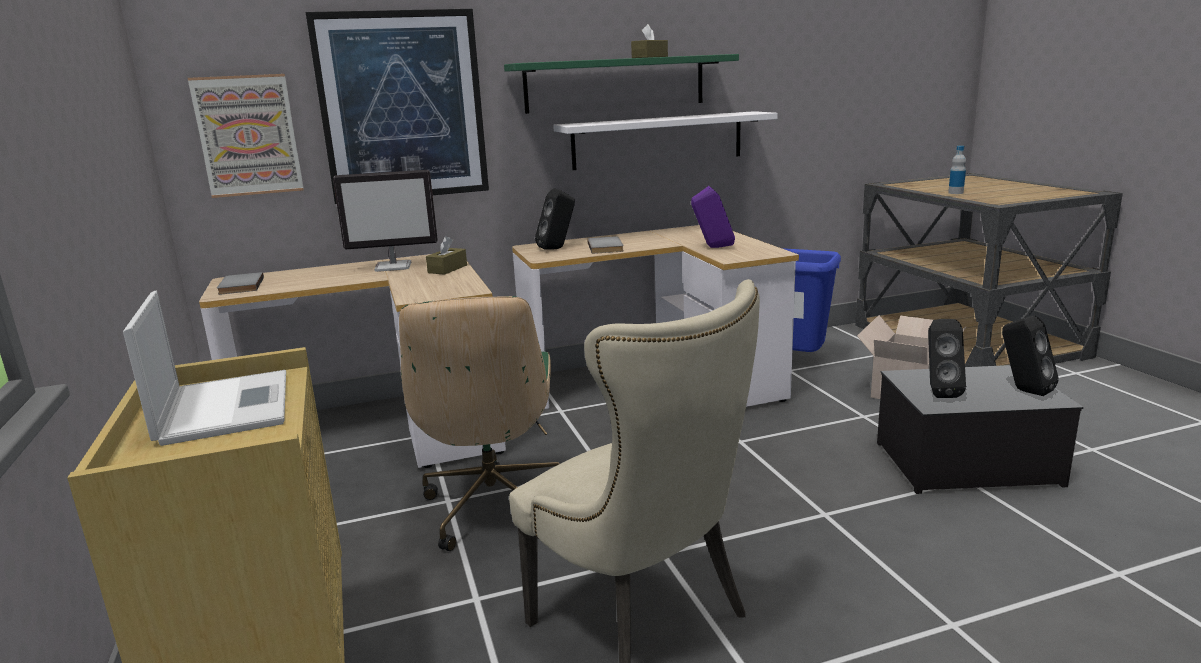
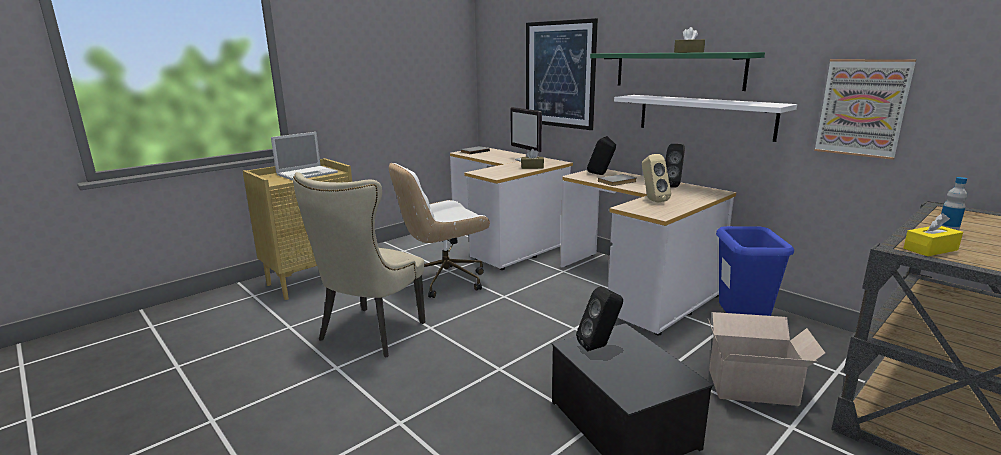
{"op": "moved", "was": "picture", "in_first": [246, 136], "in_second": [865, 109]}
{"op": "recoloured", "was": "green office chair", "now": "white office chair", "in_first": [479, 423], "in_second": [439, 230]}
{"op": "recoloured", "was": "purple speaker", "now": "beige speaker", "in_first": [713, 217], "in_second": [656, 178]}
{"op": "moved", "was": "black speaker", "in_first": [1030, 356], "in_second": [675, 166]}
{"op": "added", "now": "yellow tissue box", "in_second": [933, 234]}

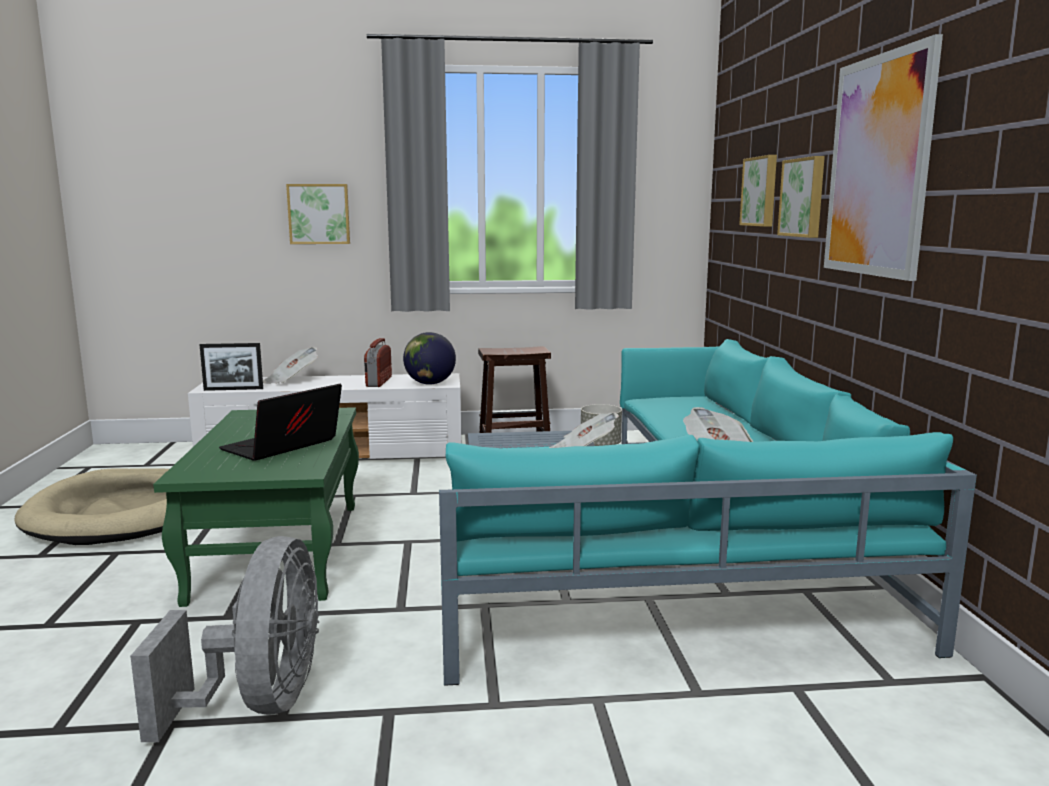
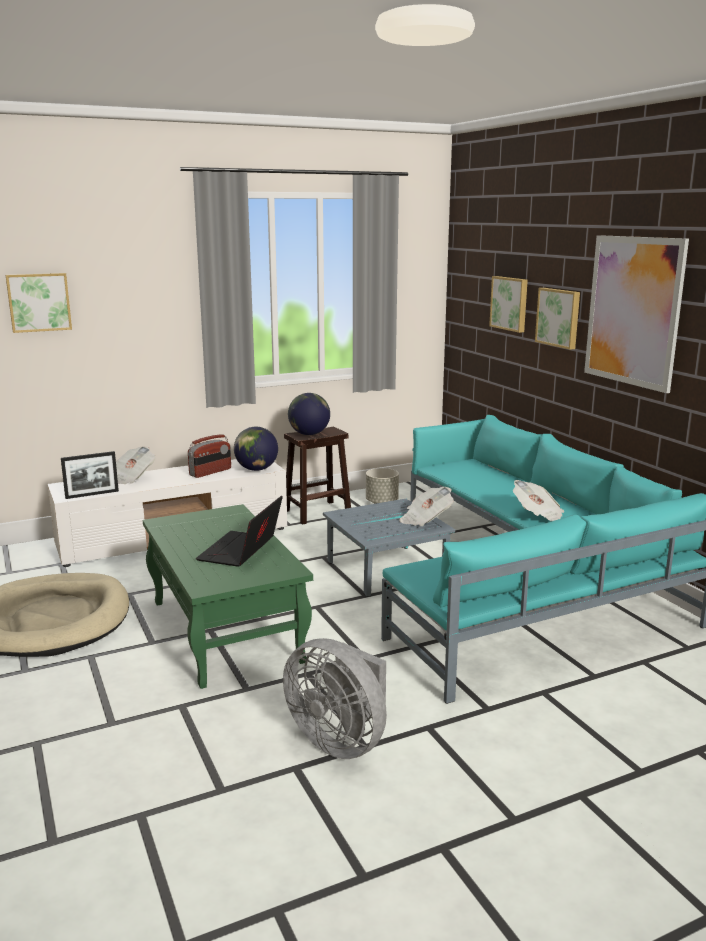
{"op": "turned", "was": "grey fan", "in_first": [224, 639], "in_second": [335, 698], "clockwise": 150}
{"op": "moved", "was": "picture", "in_first": [318, 214], "in_second": [39, 303]}
{"op": "turned", "was": "radio", "in_first": [378, 362], "in_second": [209, 456], "clockwise": -120}
{"op": "added", "now": "globe", "in_second": [309, 414]}

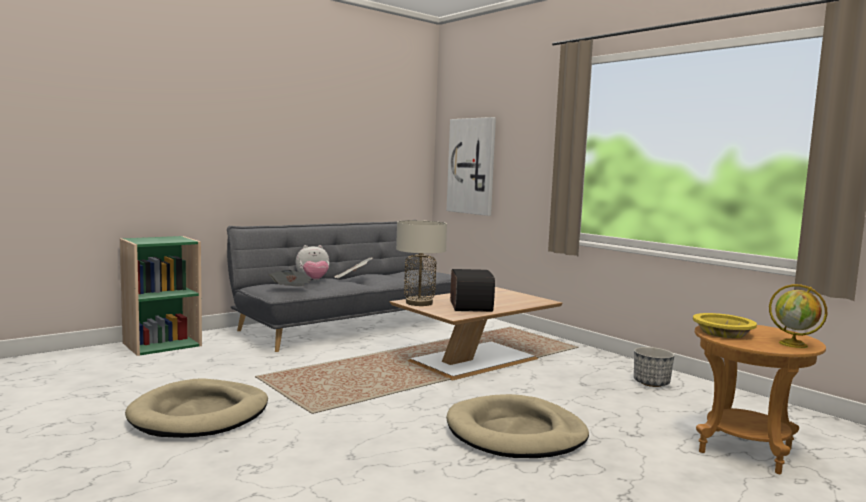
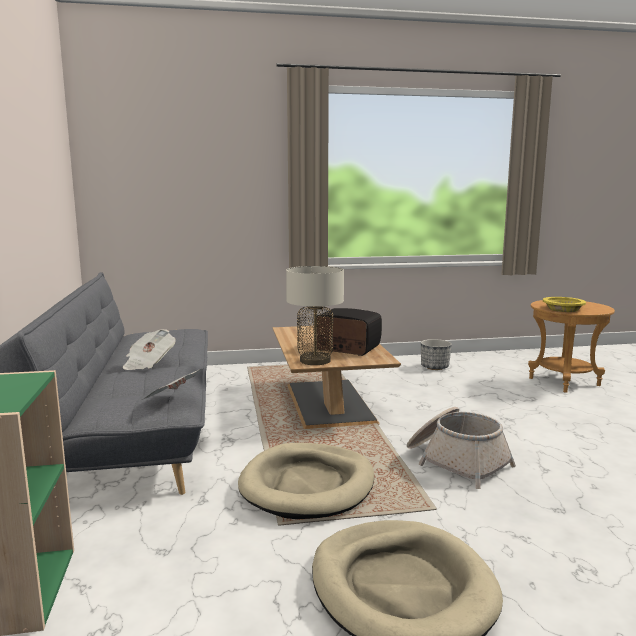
{"op": "removed", "was": "plush toy", "in_first": [312, 263]}
{"op": "moved", "was": "beige dog bed", "in_first": [517, 426], "in_second": [306, 481]}
{"op": "removed", "was": "picture", "in_first": [471, 166]}
{"op": "removed", "was": "globe", "in_first": [798, 316]}
{"op": "added", "now": "basket", "in_second": [461, 448]}

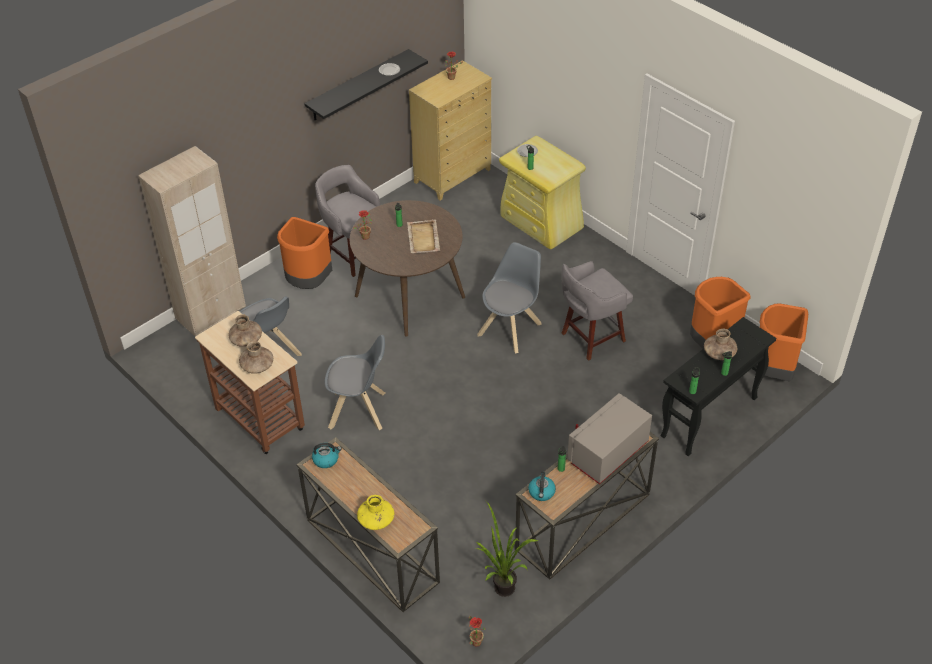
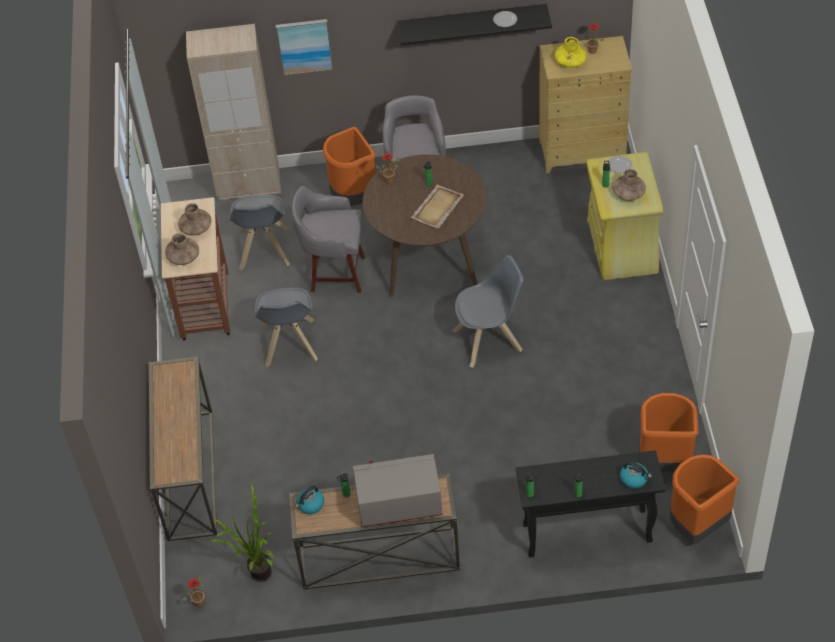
{"op": "moved", "was": "kettle", "in_first": [327, 455], "in_second": [636, 475]}
{"op": "turned", "was": "grey chair", "in_first": [355, 382], "in_second": [286, 327], "clockwise": 45}
{"op": "moved", "was": "yellow vase", "in_first": [375, 512], "in_second": [571, 52]}
{"op": "moved", "was": "grey stool", "in_first": [597, 311], "in_second": [328, 239]}
{"op": "moved", "was": "brown vase", "in_first": [720, 344], "in_second": [629, 185]}
{"op": "added", "now": "picture", "in_second": [304, 47]}

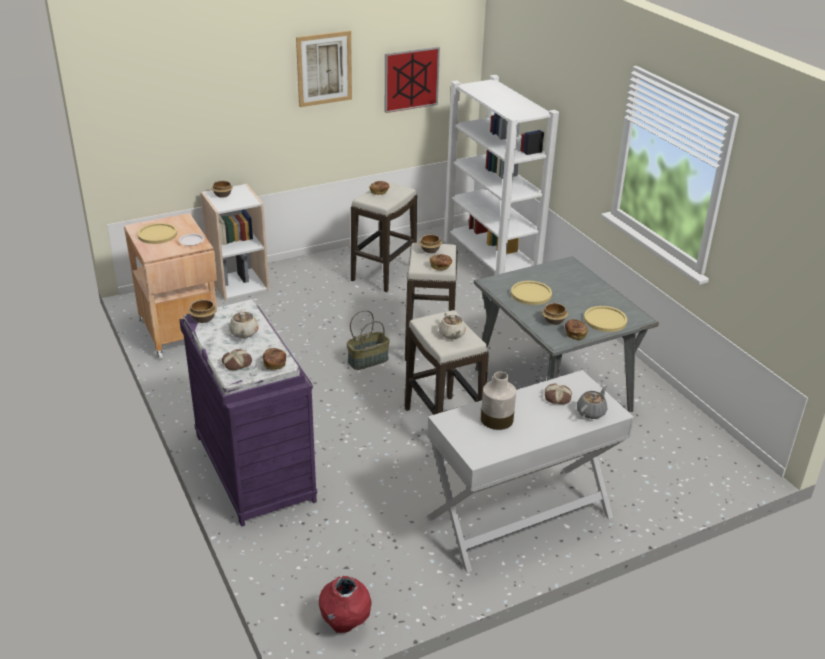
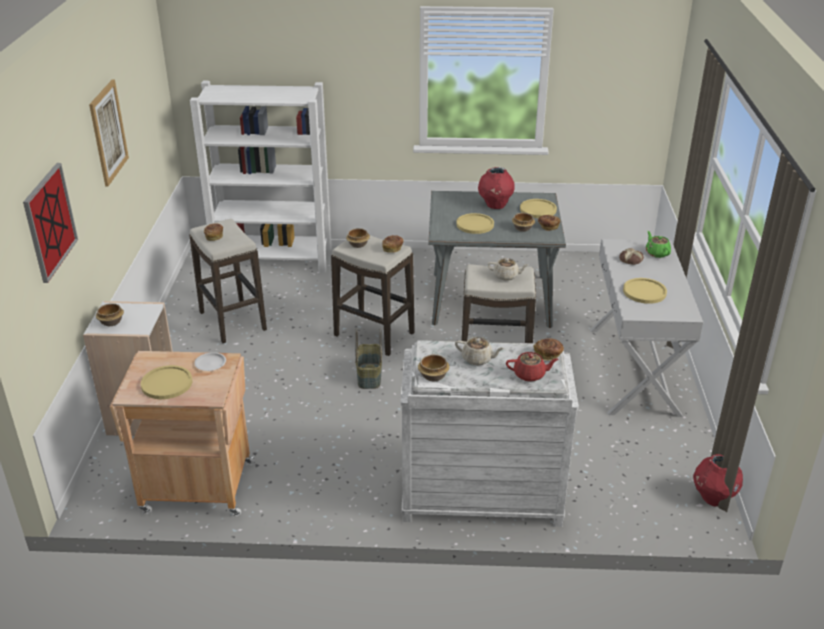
{"op": "recoloured", "was": "purple dresser", "now": "white dresser", "in_first": [248, 413], "in_second": [489, 433]}
{"op": "replaced", "was": "bread", "now": "red teapot", "in_first": [237, 359], "in_second": [532, 367]}
{"op": "moved", "was": "picture", "in_first": [412, 80], "in_second": [50, 223]}
{"op": "replaced", "was": "beige vase", "now": "yellow plate", "in_first": [498, 401], "in_second": [645, 291]}
{"op": "recoloured", "was": "grey teapot", "now": "green teapot", "in_first": [592, 402], "in_second": [658, 244]}
{"op": "added", "now": "red vase", "in_second": [496, 188]}

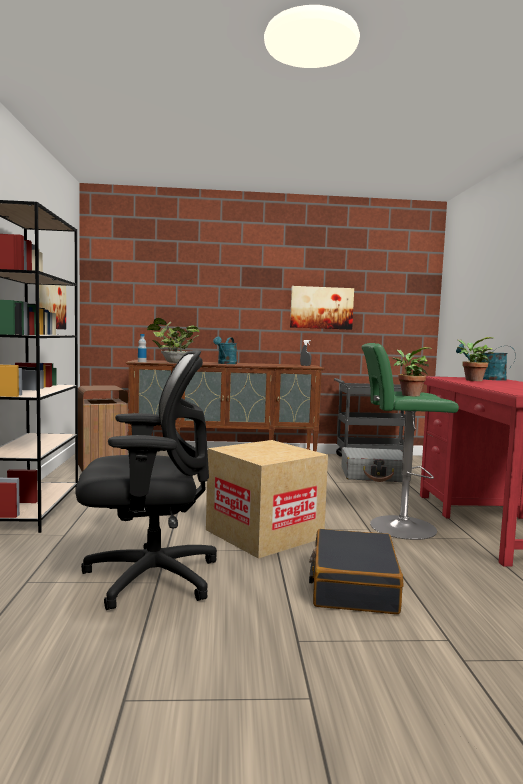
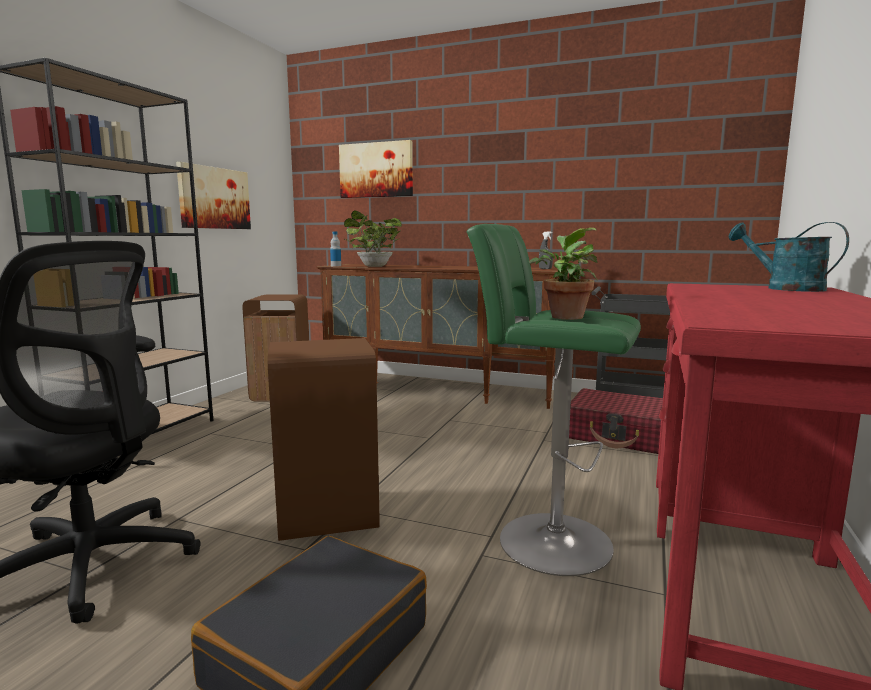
{"op": "replaced", "was": "cardboard box", "now": "brown trash can", "in_first": [267, 499], "in_second": [323, 439]}
{"op": "removed", "was": "turquoise watering can", "in_first": [225, 350]}
{"op": "moved", "was": "picture", "in_first": [322, 308], "in_second": [376, 169]}
{"op": "recoloured", "was": "grey suitcase", "now": "red suitcase", "in_first": [376, 464], "in_second": [616, 421]}
{"op": "removed", "was": "potted plant", "in_first": [475, 359]}

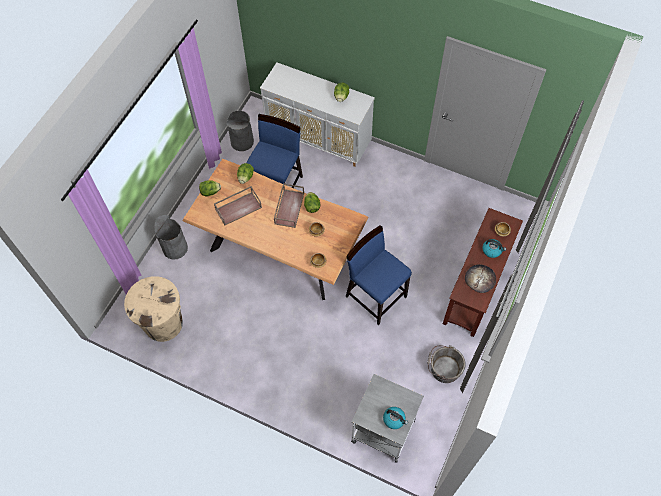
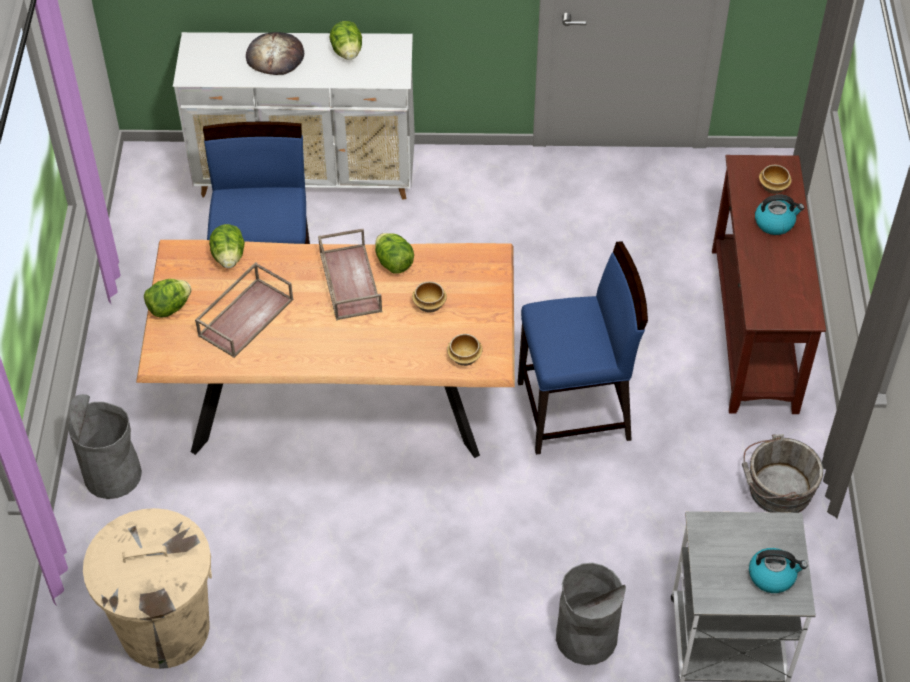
{"op": "moved", "was": "grey trash can", "in_first": [240, 130], "in_second": [591, 613]}
{"op": "turned", "was": "blue chair", "in_first": [379, 275], "in_second": [583, 348], "clockwise": 150}
{"op": "moved", "was": "bread", "in_first": [480, 278], "in_second": [275, 53]}

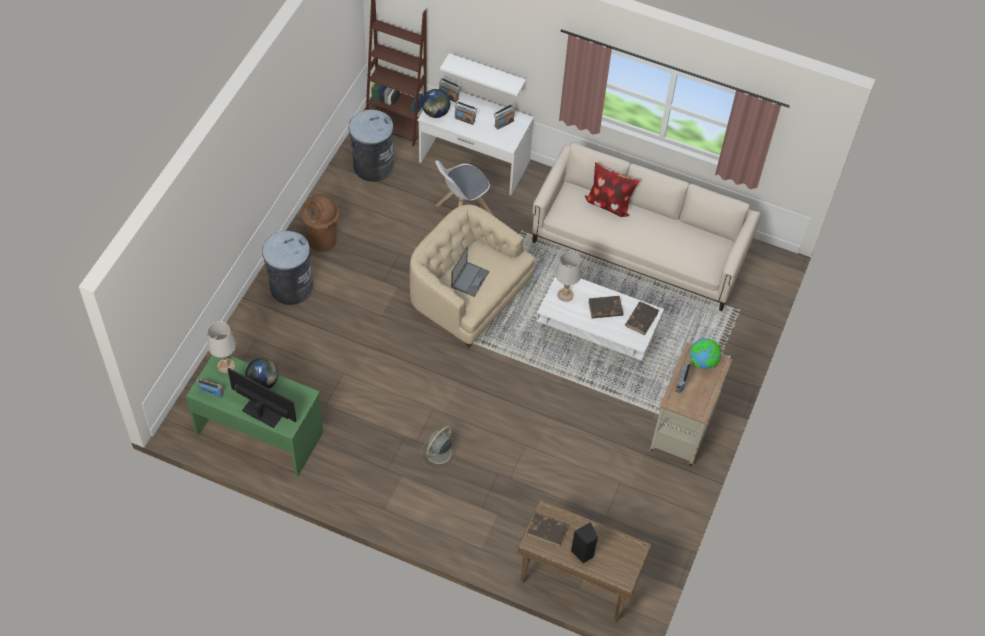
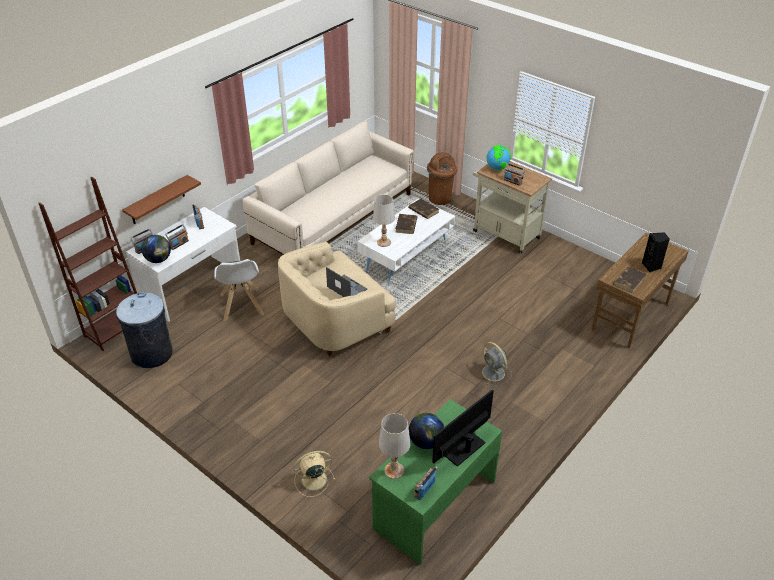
{"op": "removed", "was": "grey trash can", "in_first": [288, 268]}
{"op": "moved", "was": "brown trash can", "in_first": [320, 223], "in_second": [442, 178]}
{"op": "recoloured", "was": "white shelf", "now": "brown shelf", "in_first": [483, 74], "in_second": [161, 199]}
{"op": "removed", "was": "pillow", "in_first": [612, 189]}
{"op": "added", "now": "beige fan", "in_second": [314, 474]}

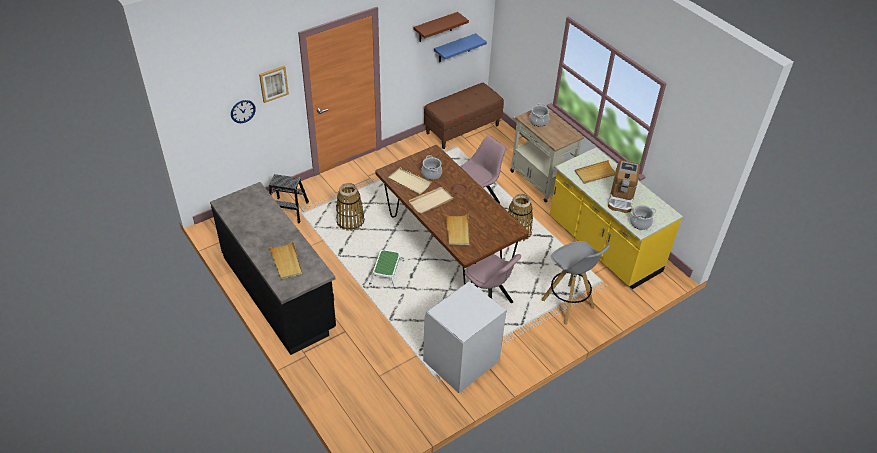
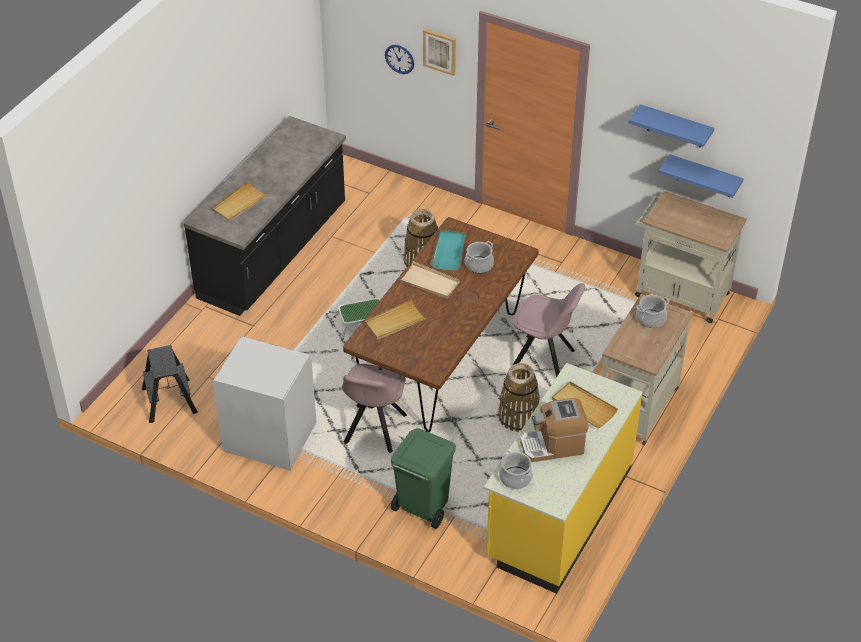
{"op": "moved", "was": "black step ladder", "in_first": [289, 199], "in_second": [170, 384]}
{"op": "recoloured", "was": "beige tray", "now": "turquoise tray", "in_first": [410, 180], "in_second": [448, 250]}
{"op": "recoloured", "was": "brown shelf", "now": "blue shelf", "in_first": [441, 27], "in_second": [671, 126]}
{"op": "replaced", "was": "brown bench", "now": "beige cart", "in_first": [464, 116], "in_second": [691, 257]}
{"op": "replaced", "was": "grey stool", "now": "green trash can", "in_first": [576, 282], "in_second": [423, 478]}

